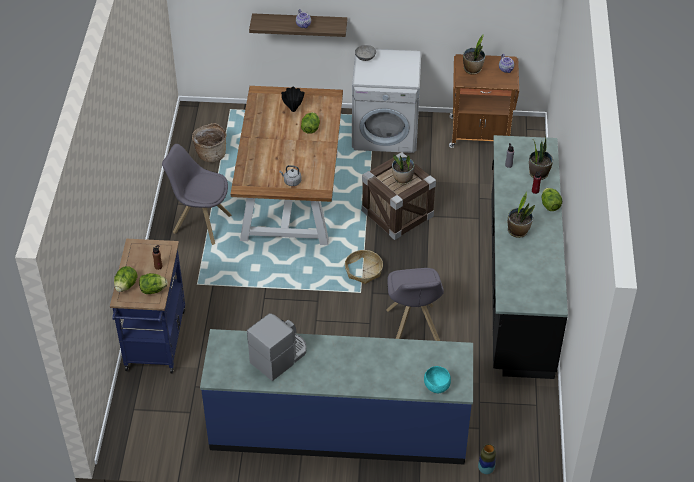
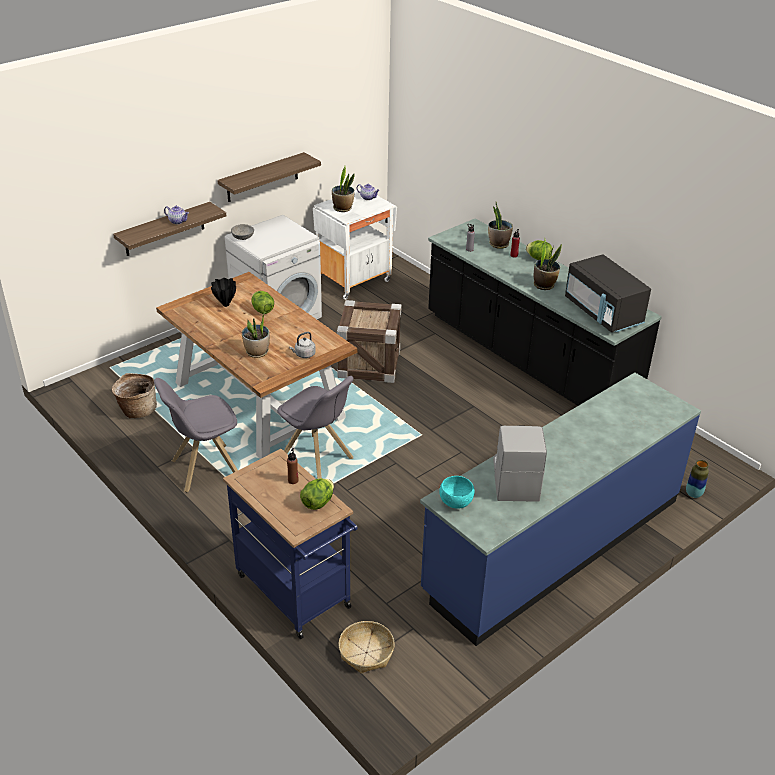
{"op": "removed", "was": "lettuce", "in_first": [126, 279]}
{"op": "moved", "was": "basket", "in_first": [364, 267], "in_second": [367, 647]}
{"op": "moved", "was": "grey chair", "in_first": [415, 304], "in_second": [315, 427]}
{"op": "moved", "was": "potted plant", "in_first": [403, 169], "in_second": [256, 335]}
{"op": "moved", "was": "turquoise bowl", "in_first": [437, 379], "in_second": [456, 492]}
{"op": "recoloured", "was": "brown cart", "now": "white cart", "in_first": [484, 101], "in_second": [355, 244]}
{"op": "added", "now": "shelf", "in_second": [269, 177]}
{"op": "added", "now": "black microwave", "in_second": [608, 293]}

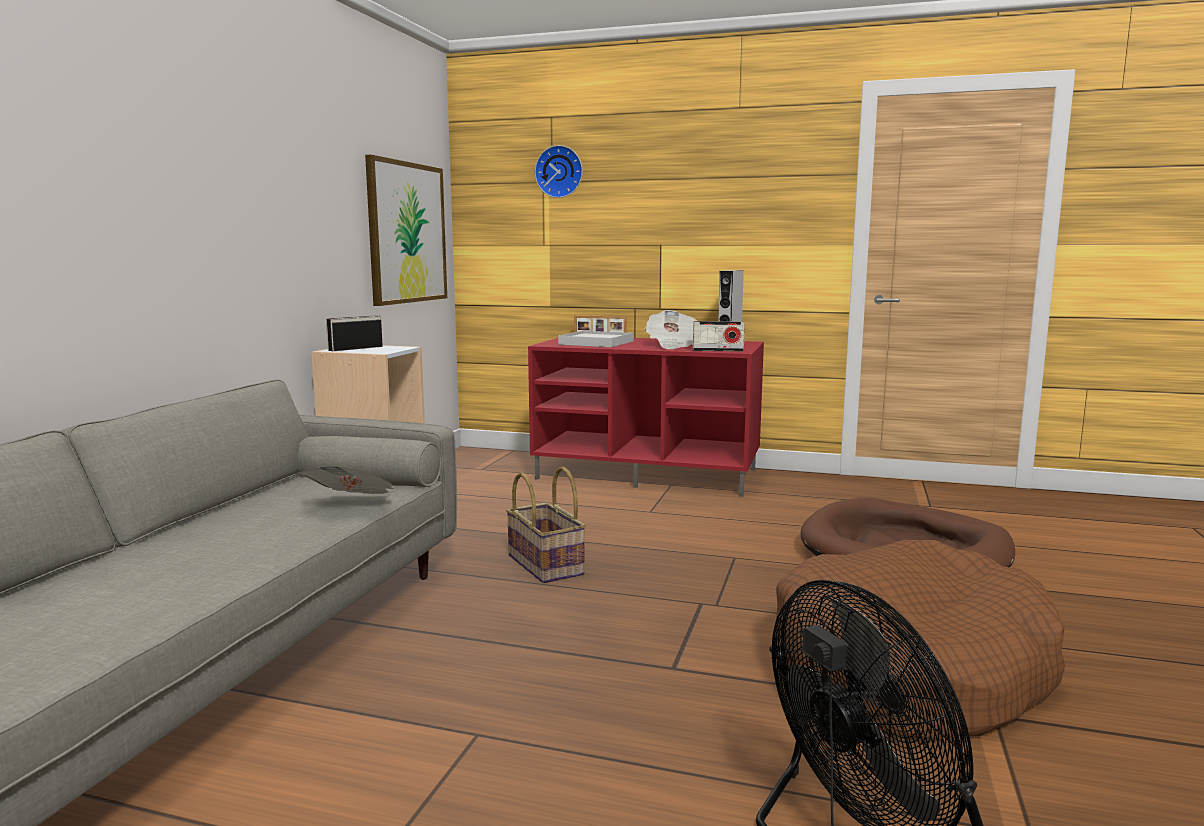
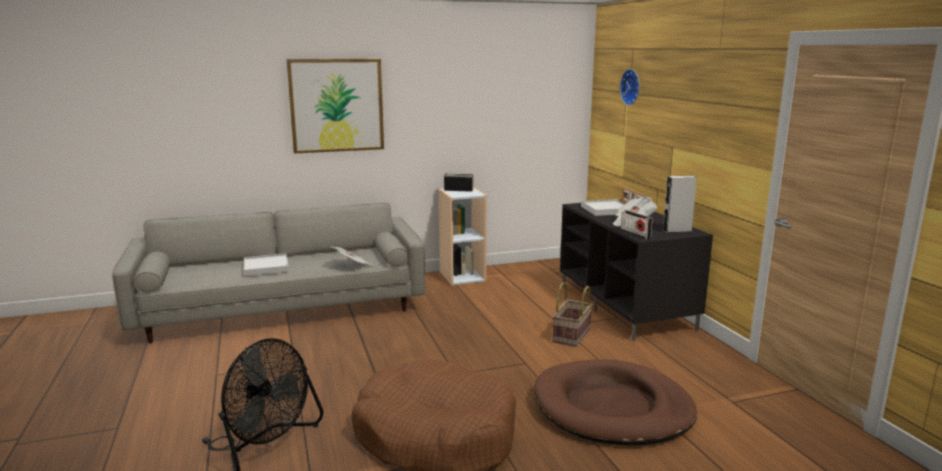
{"op": "moved", "was": "picture", "in_first": [406, 230], "in_second": [335, 106]}
{"op": "moved", "was": "basket", "in_first": [546, 525], "in_second": [572, 314]}
{"op": "recoloured", "was": "red tv stand", "now": "black tv stand", "in_first": [646, 417], "in_second": [636, 270]}
{"op": "added", "now": "white tray", "in_second": [266, 264]}

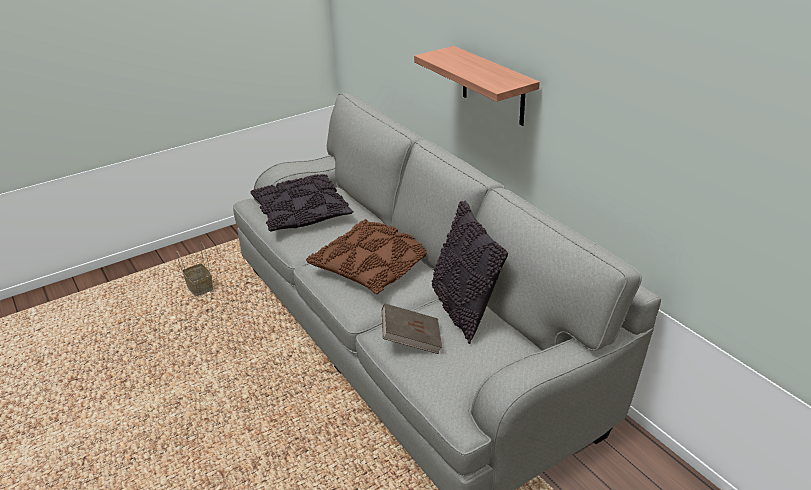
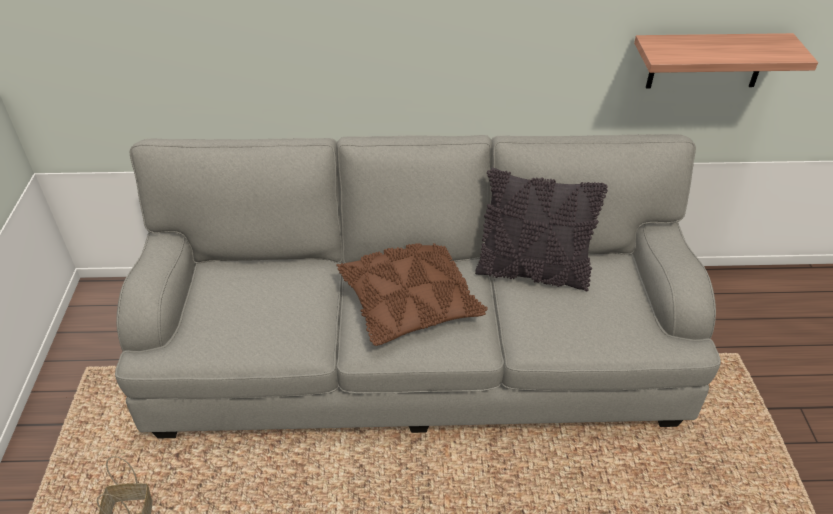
{"op": "removed", "was": "black pillow", "in_first": [302, 203]}
{"op": "removed", "was": "brown book", "in_first": [412, 328]}
{"op": "moved", "was": "shelf", "in_first": [477, 86], "in_second": [726, 61]}

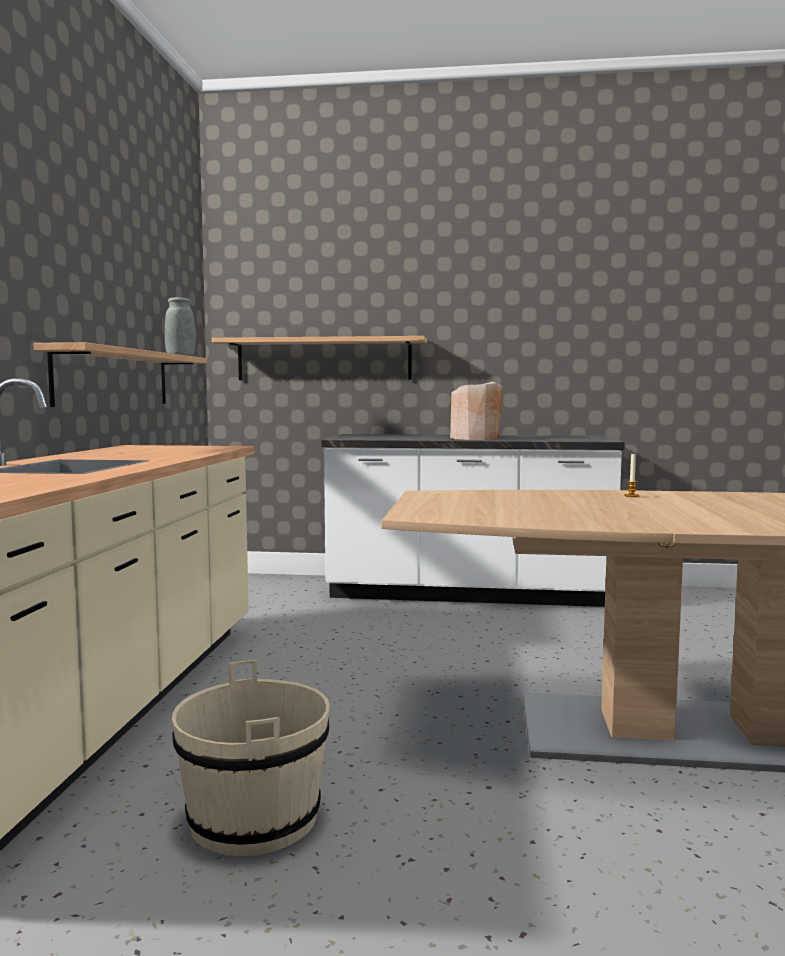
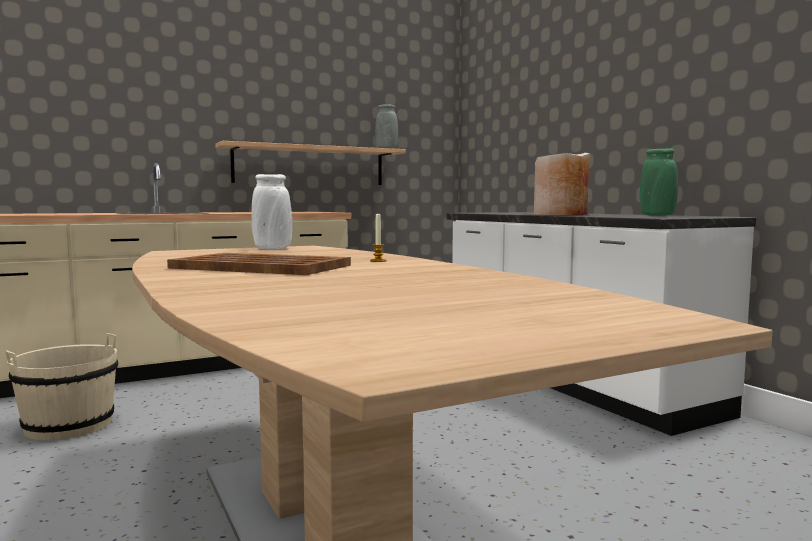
{"op": "removed", "was": "shelf", "in_first": [319, 358]}
{"op": "added", "now": "brown tray", "in_second": [259, 264]}
{"op": "added", "now": "white vase", "in_second": [271, 211]}
{"op": "added", "now": "green vase", "in_second": [659, 182]}

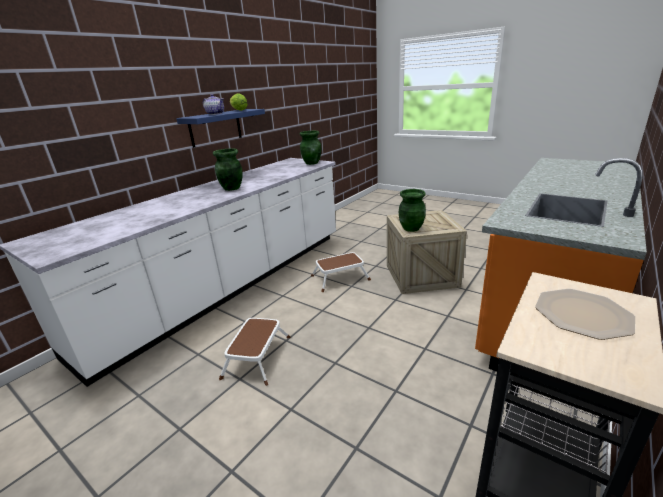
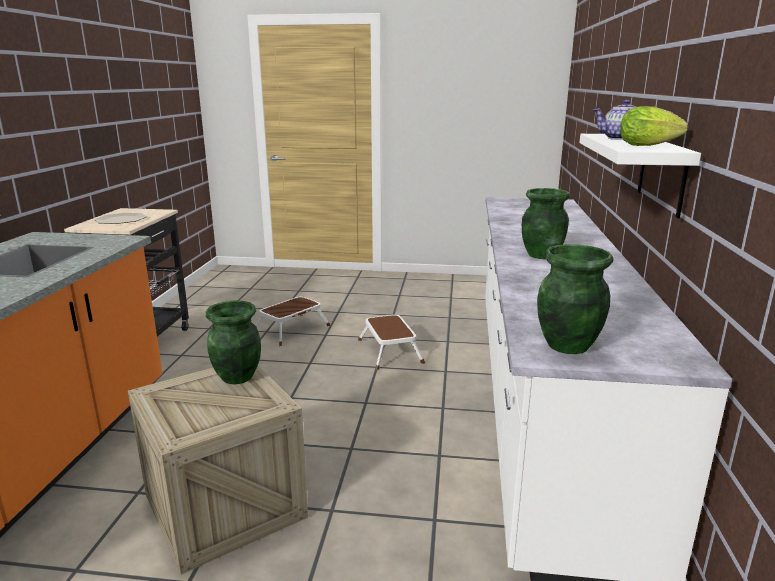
{"op": "recoloured", "was": "blue shelf", "now": "white shelf", "in_first": [220, 128], "in_second": [640, 176]}
{"op": "moved", "was": "brown step ladder", "in_first": [341, 272], "in_second": [293, 321]}

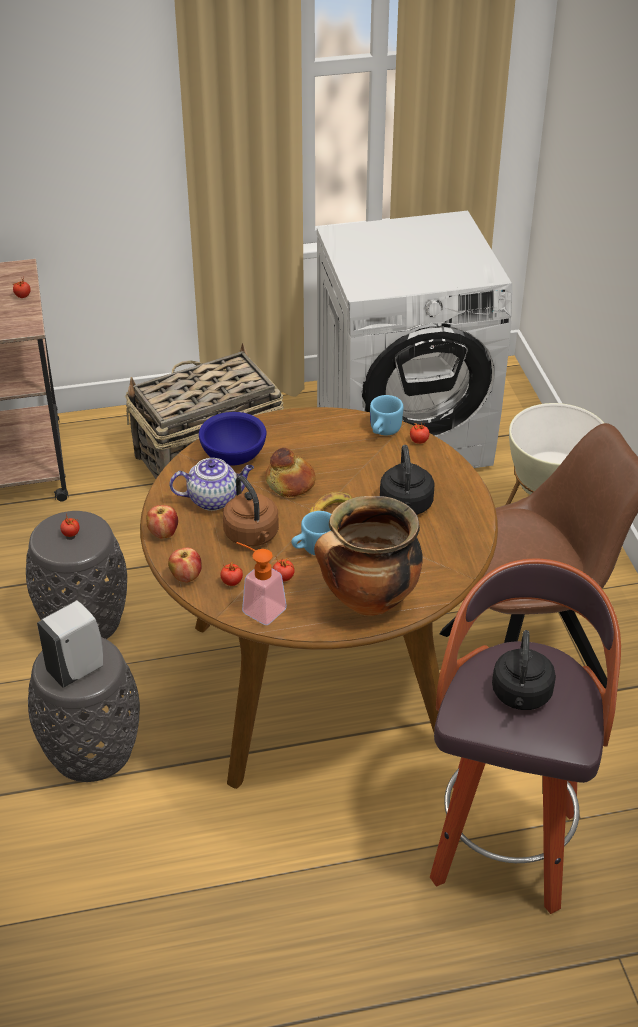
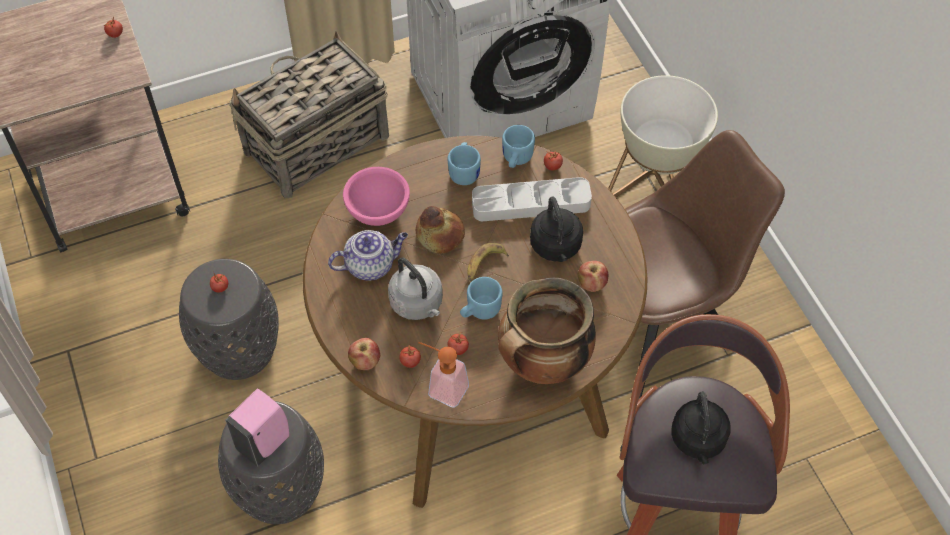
{"op": "recoloured", "was": "white soap dispenser", "now": "pink soap dispenser", "in_first": [70, 644], "in_second": [257, 427]}
{"op": "moved", "was": "apple", "in_first": [162, 522], "in_second": [593, 276]}
{"op": "recoloured", "was": "blue bowl", "now": "pink bowl", "in_first": [232, 438], "in_second": [376, 196]}
{"op": "recoloured", "was": "brown kettle", "now": "grey kettle", "in_first": [251, 510], "in_second": [415, 288]}
{"op": "added", "now": "blue mug", "in_second": [464, 163]}
{"op": "added", "now": "grey tray", "in_second": [532, 199]}

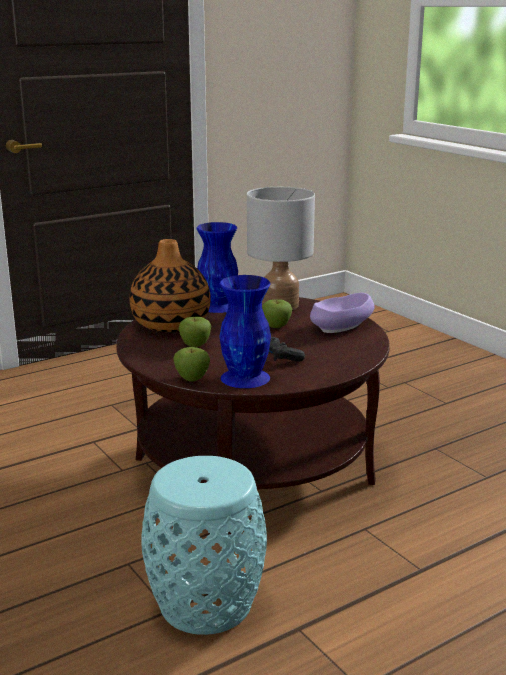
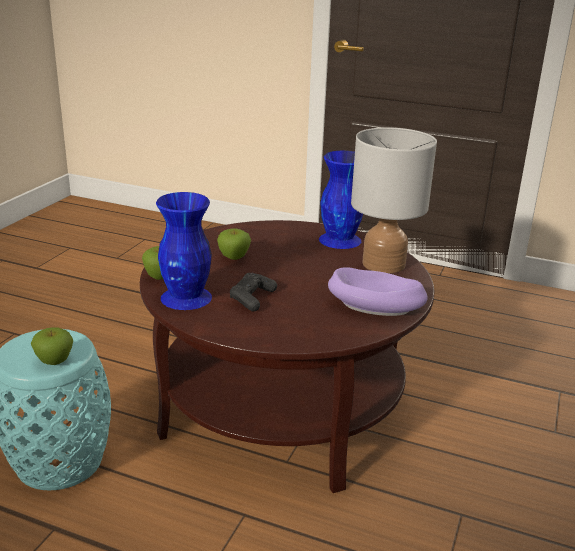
{"op": "removed", "was": "vase", "in_first": [170, 285]}
{"op": "moved", "was": "apple", "in_first": [277, 313], "in_second": [52, 346]}

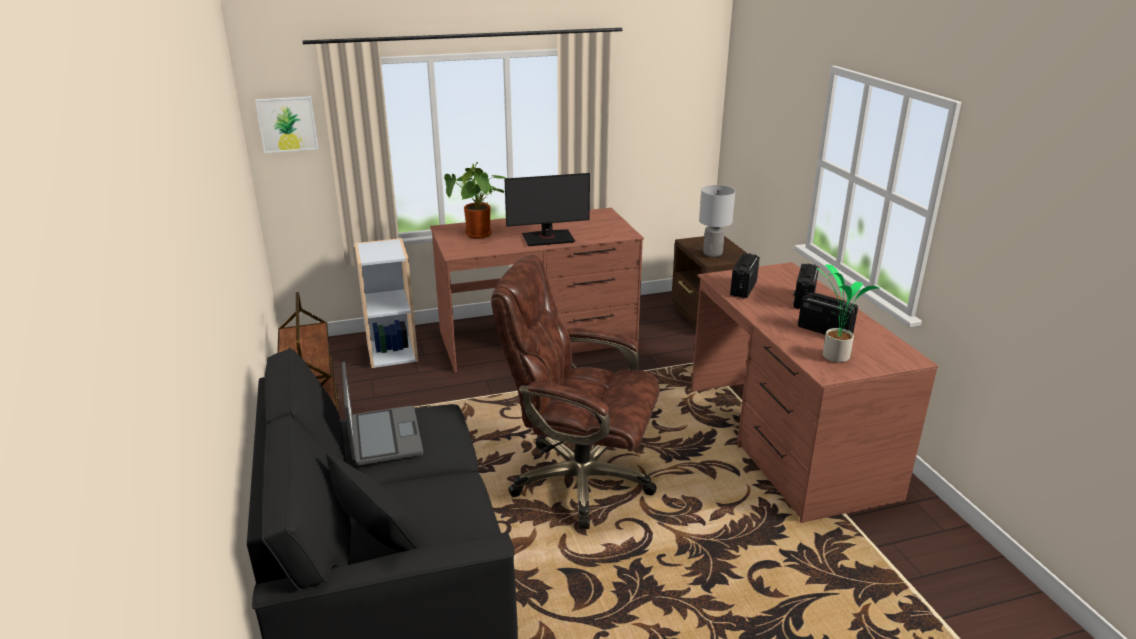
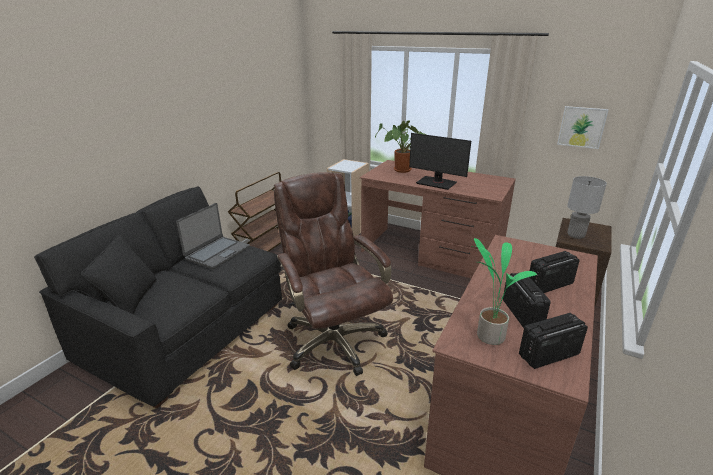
{"op": "moved", "was": "picture", "in_first": [287, 124], "in_second": [583, 127]}
{"op": "moved", "was": "radio", "in_first": [745, 275], "in_second": [553, 341]}

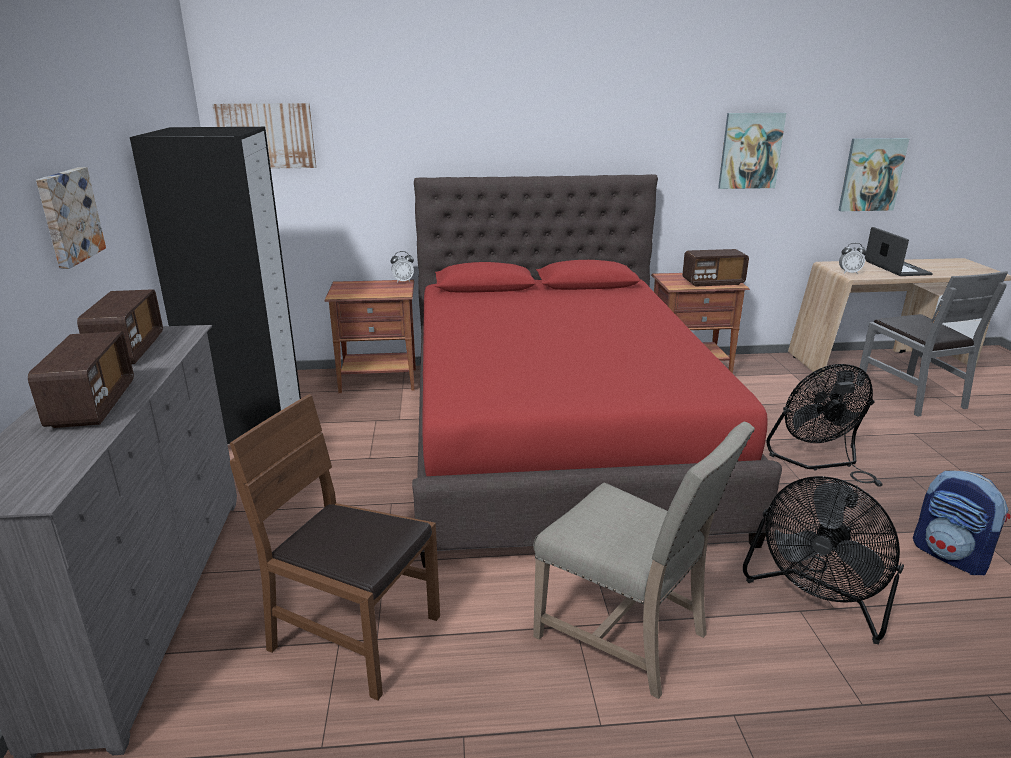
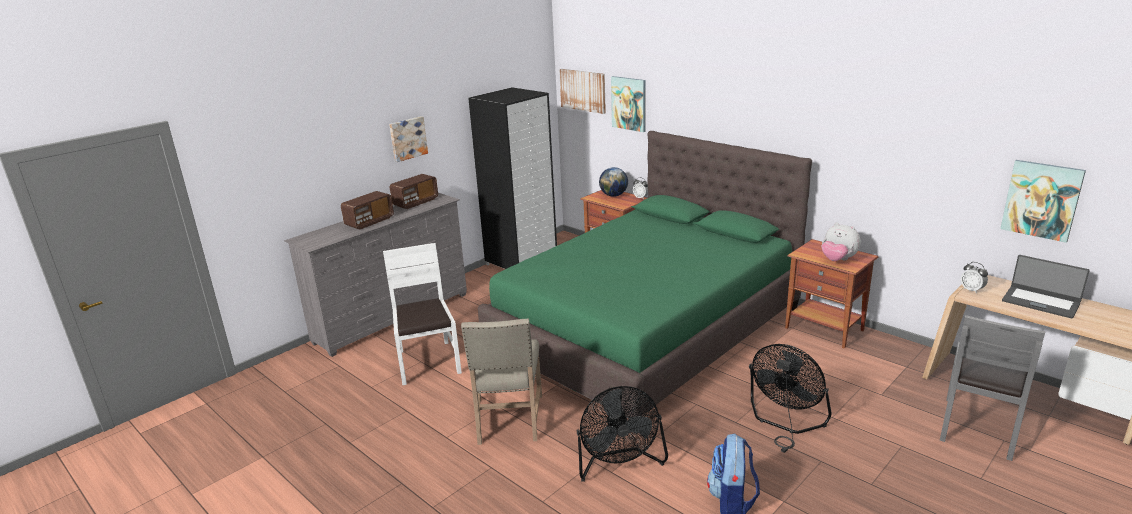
{"op": "recoloured", "was": "brown chair", "now": "white chair", "in_first": [335, 547], "in_second": [422, 314]}
{"op": "recoloured", "was": "red bed", "now": "green bed", "in_first": [597, 371], "in_second": [645, 274]}
{"op": "replaced", "was": "radio", "now": "plush toy", "in_first": [715, 268], "in_second": [841, 242]}
{"op": "moved", "was": "picture", "in_first": [752, 151], "in_second": [628, 104]}
{"op": "turned", "was": "black fan", "in_first": [823, 560], "in_second": [622, 433], "clockwise": -105}
{"op": "turned", "was": "laptop", "in_first": [899, 251], "in_second": [1046, 287], "clockwise": 90}
{"op": "added", "now": "globe", "in_second": [613, 182]}

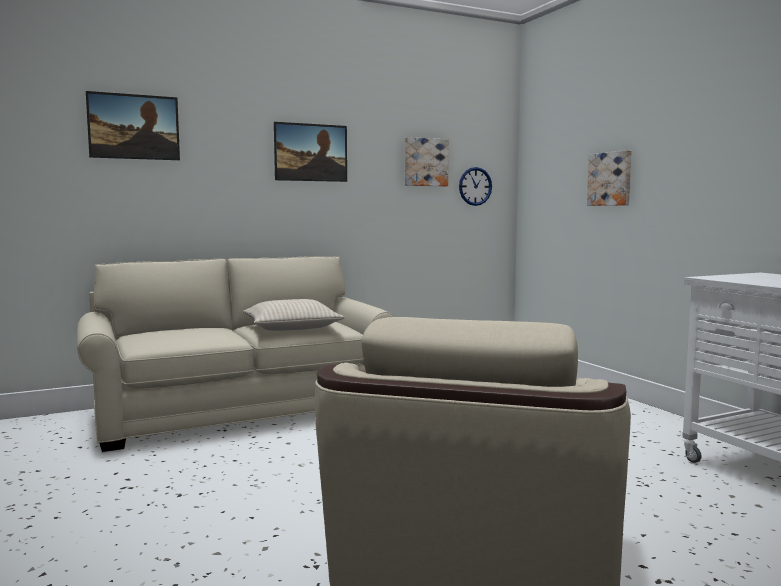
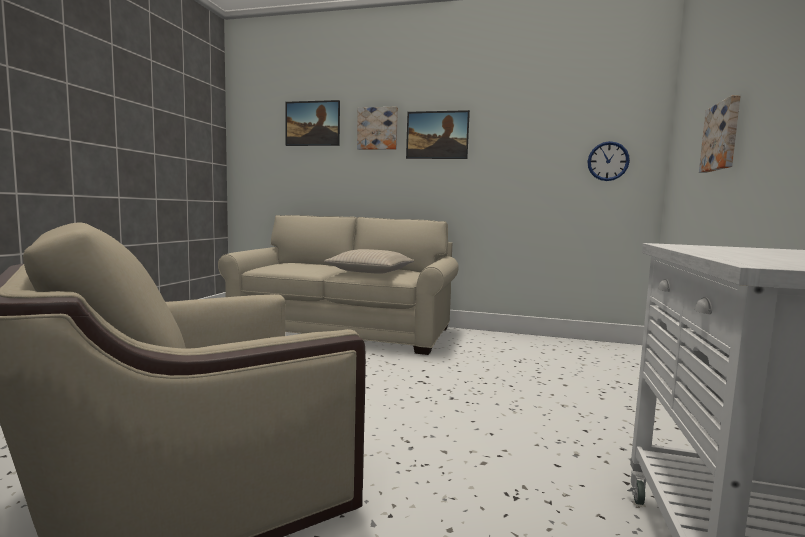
{"op": "moved", "was": "picture", "in_first": [427, 161], "in_second": [377, 128]}

